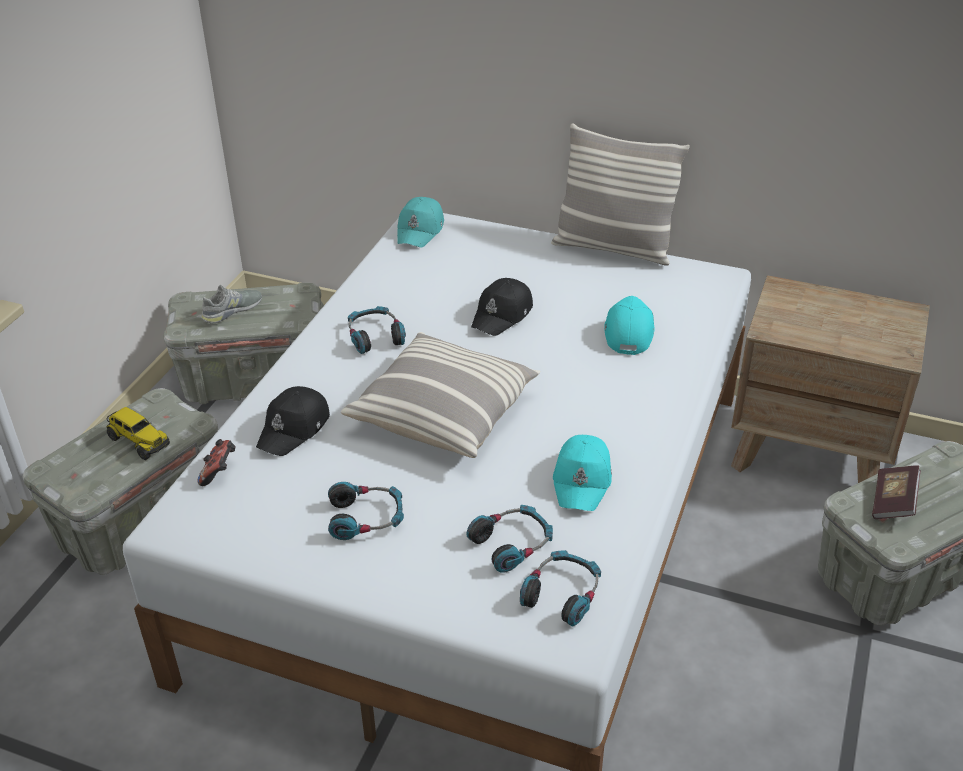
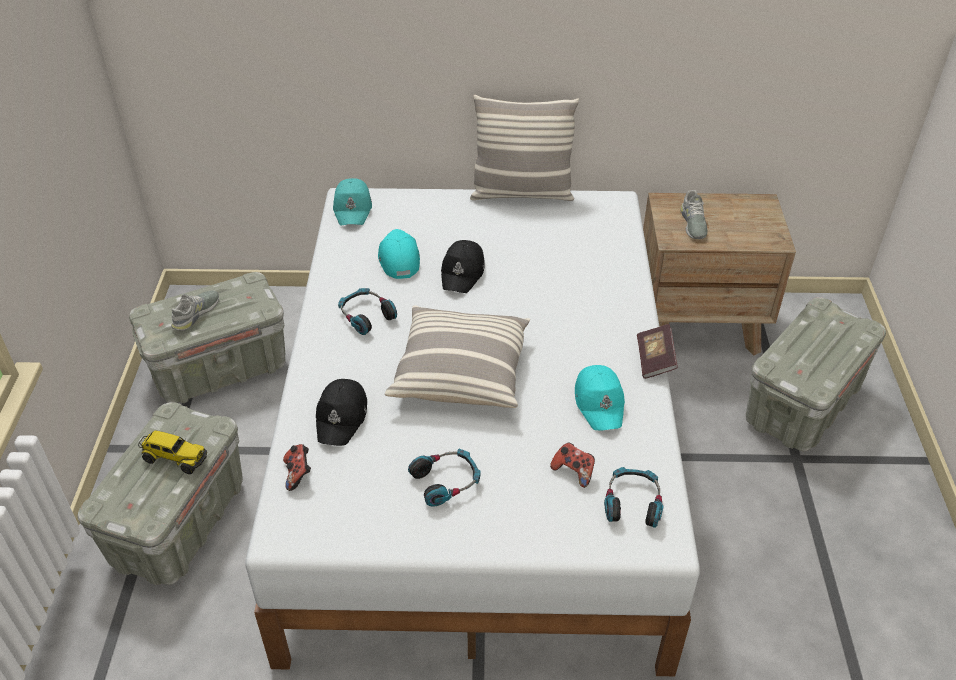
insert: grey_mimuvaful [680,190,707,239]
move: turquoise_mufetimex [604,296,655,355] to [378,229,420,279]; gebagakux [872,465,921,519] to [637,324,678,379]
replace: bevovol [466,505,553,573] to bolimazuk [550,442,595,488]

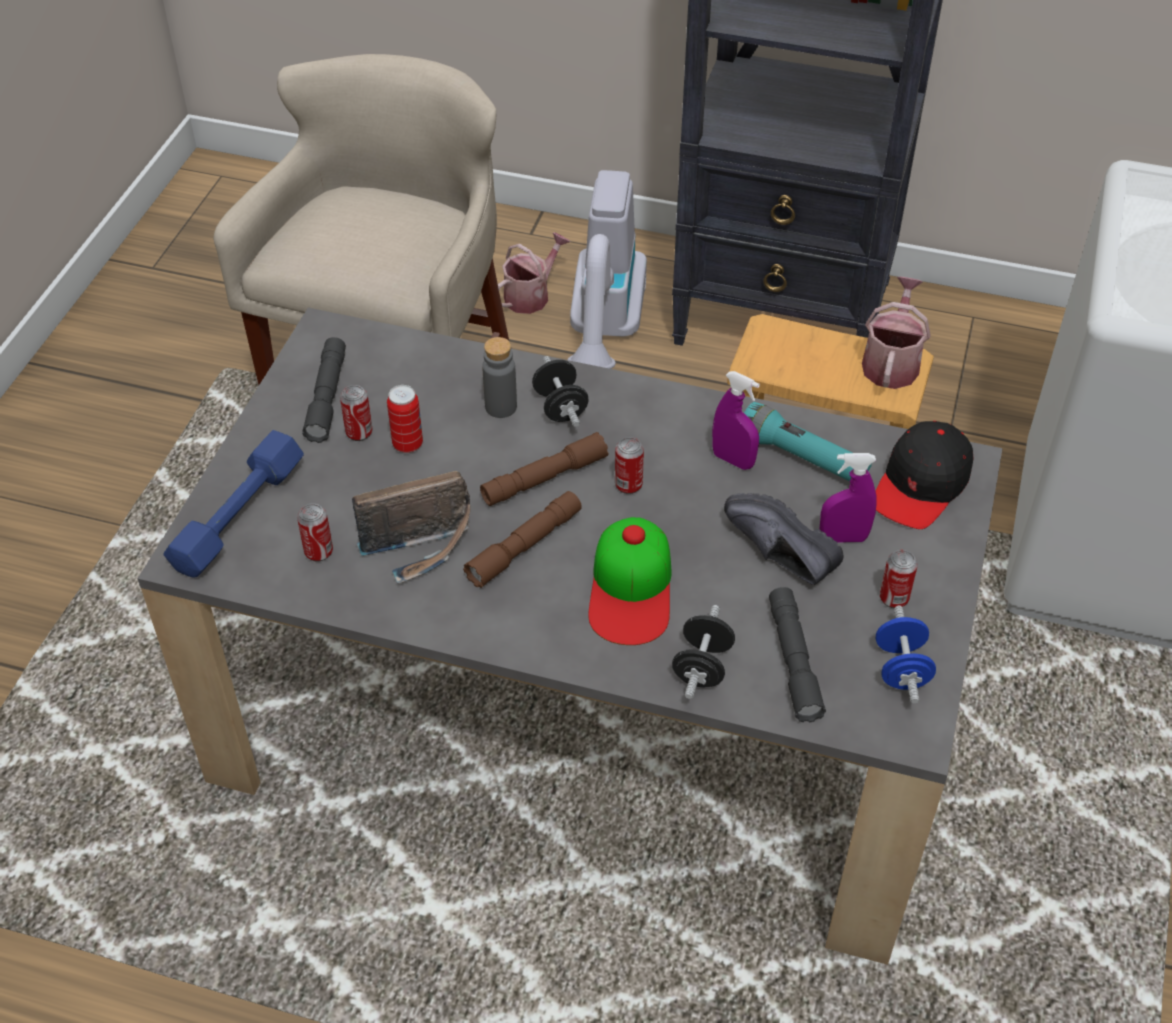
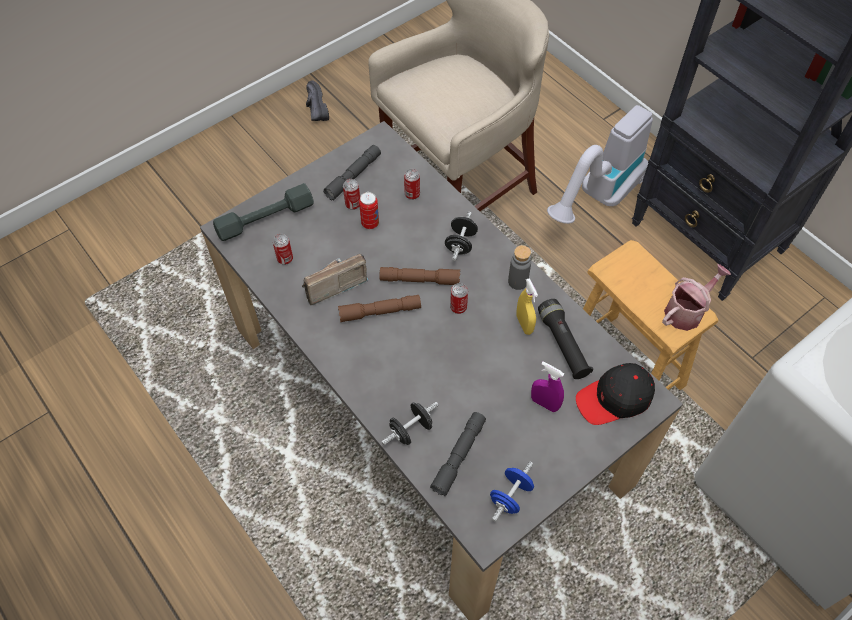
delete: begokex [498,232,570,314]; mufetimex [588,517,672,645]
move: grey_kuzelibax [482,337,517,418] to [508,245,531,290]; black_mimuvaful [724,493,843,585] to [306,80,329,121]; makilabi [880,550,918,608] to [404,169,420,200]
recolor: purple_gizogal [712,371,760,470] to yellow_gizogal [516,278,538,335]; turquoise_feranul [744,402,872,481] to black_feranul [538,299,593,379]; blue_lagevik [164,430,304,577] to grey_lagevik [213,183,314,241]
rotate: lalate [352,471,471,584] = [302,254,369,306] 135 degrees clockwise

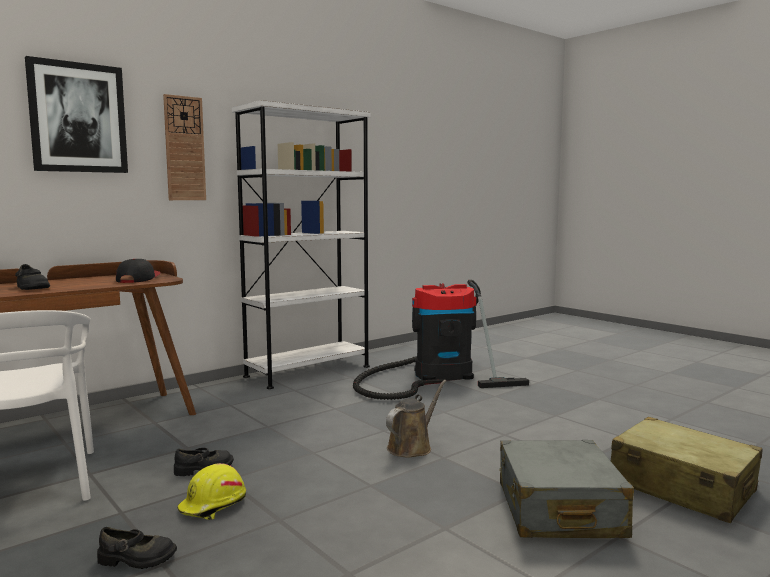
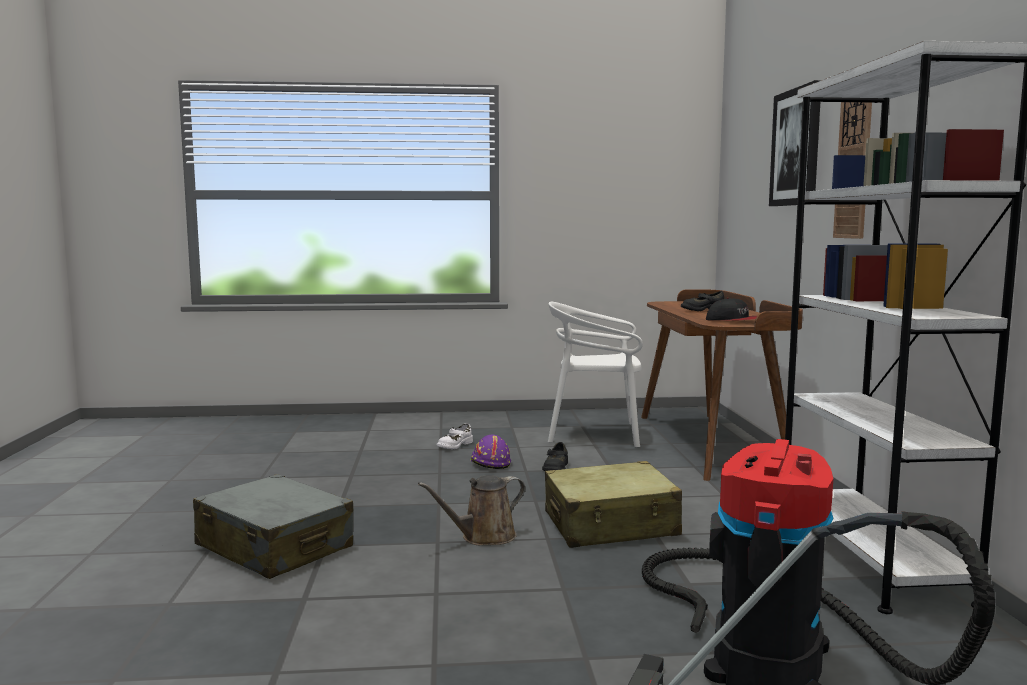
move: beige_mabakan [611,417,762,523] to [545,461,682,548]
recolor: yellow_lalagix [177,463,246,520] to purple_lalagix [470,435,511,469]; black_mimuvaful [97,527,177,569] to white_mimuvaful [437,423,473,449]
rotate: brown_begokex [386,380,447,458] = [418,475,525,545] 75 degrees clockwise

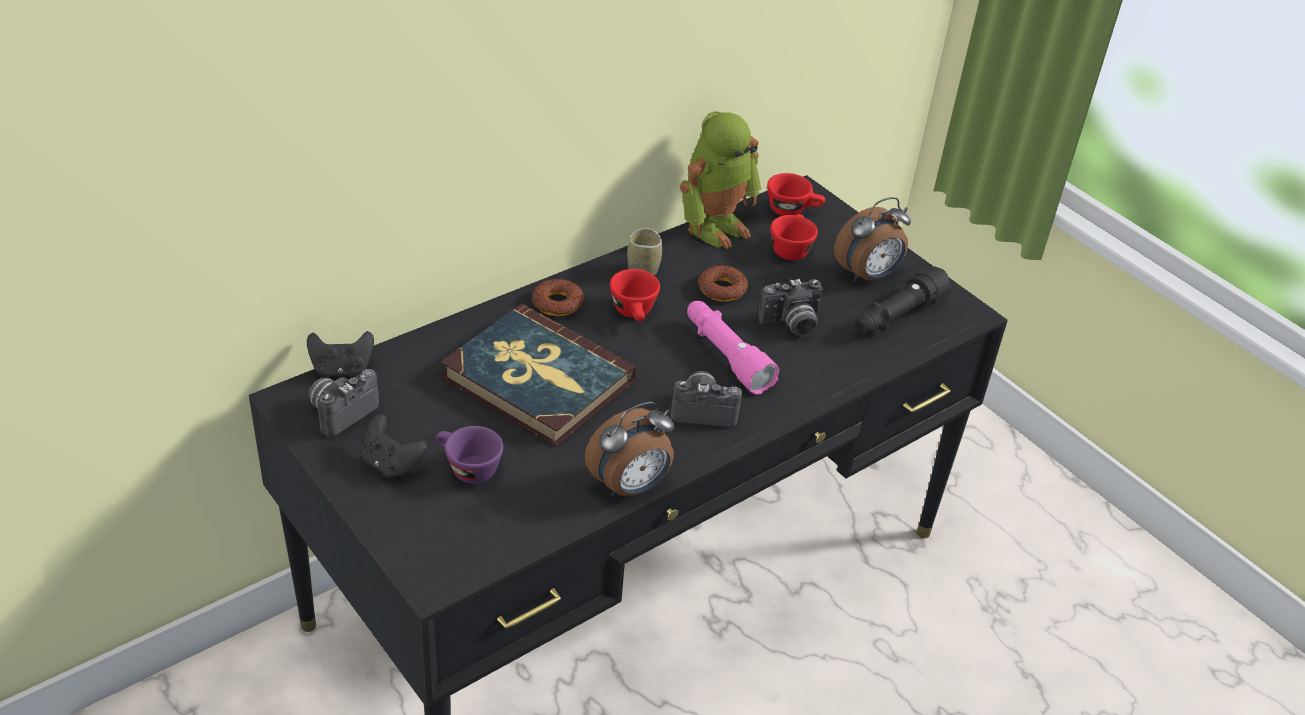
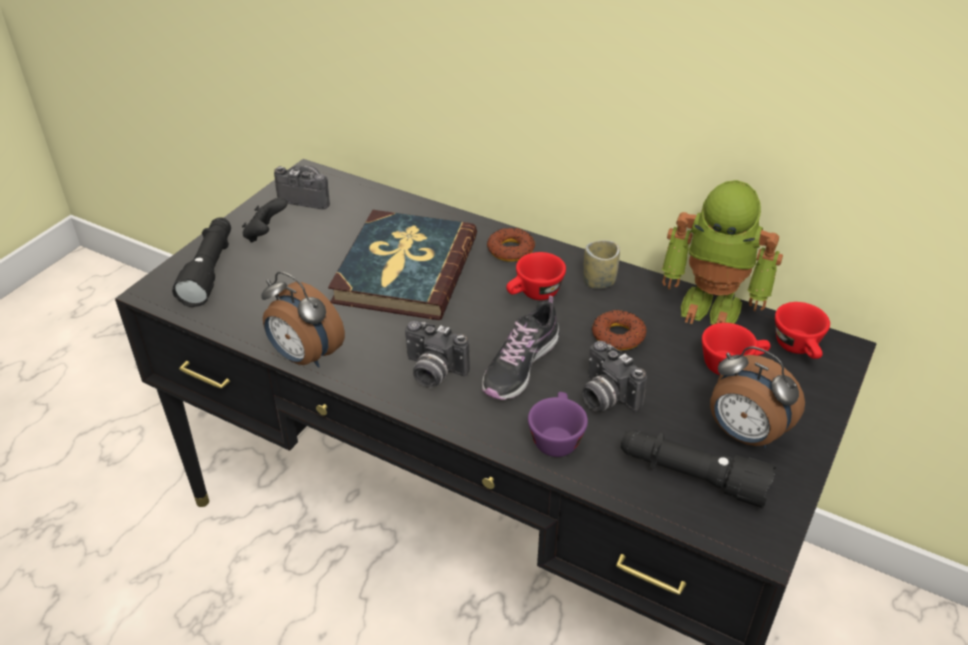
delete: black_bolimazuk [307,331,374,377]
insert: black_feranul [172,217,231,307]
move: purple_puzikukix [436,426,503,484] to [528,392,588,457]
replace: pink_feranul [687,301,780,395] to mimuvaful [482,296,560,400]
rotate: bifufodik [671,371,742,427] = [405,321,470,388] 135 degrees clockwise

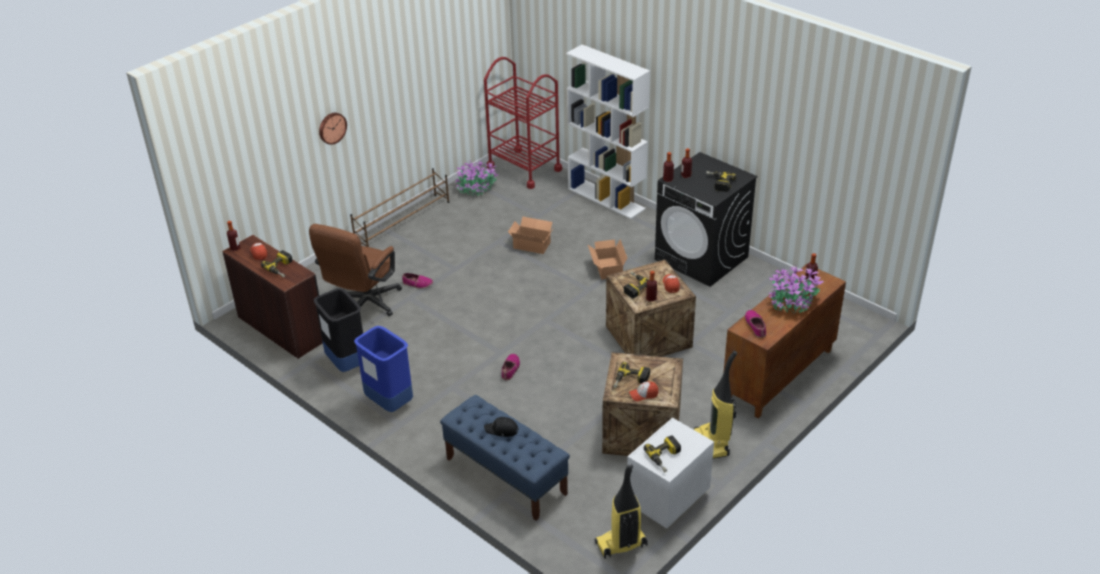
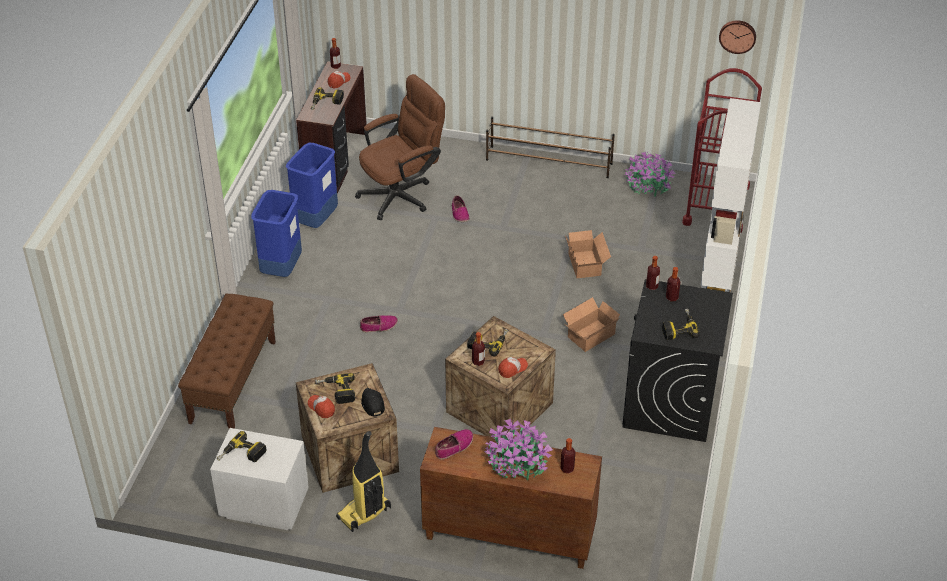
delete: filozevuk [595,464,648,559]
move: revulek [319,113,347,145] to [719,20,756,54]; black_mufetimex [484,417,519,437] to [361,388,385,417]
recolor: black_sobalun [314,288,363,372] to blue_sobalun [286,143,338,228]; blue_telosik [440,395,570,521] to brown_telosik [178,294,276,429]
rotate: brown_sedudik [309,224,402,316] = [355,74,445,220] 150 degrees clockwise

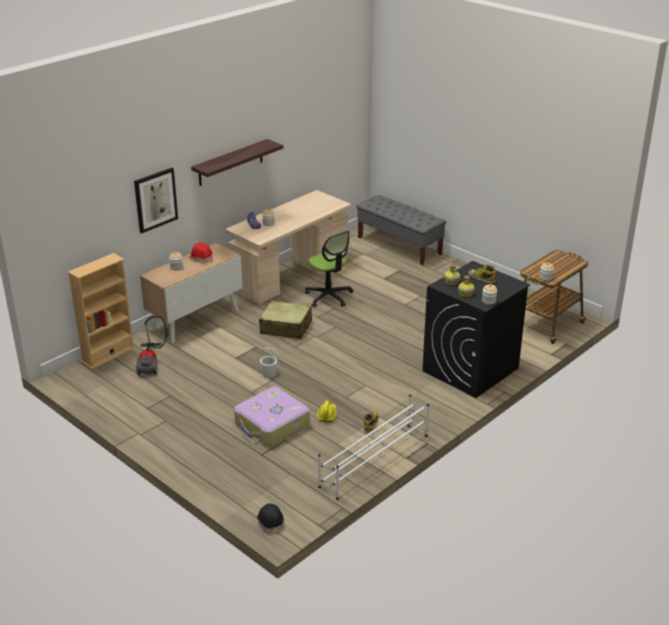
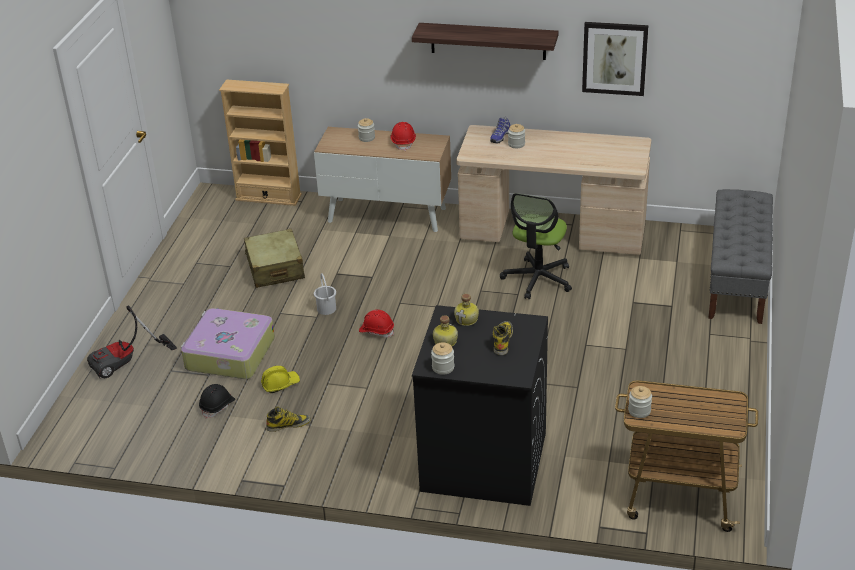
delete: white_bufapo [318,394,429,500]
insert: red_lalagix [359,310,394,338]
move: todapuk [134,167,178,233] to [582,22,649,96]; beige_mabakan [259,301,312,339] to [244,229,305,288]; filozevuk [136,316,167,376] to [87,305,177,378]; black_lalagix [257,503,284,533] to [199,384,235,419]

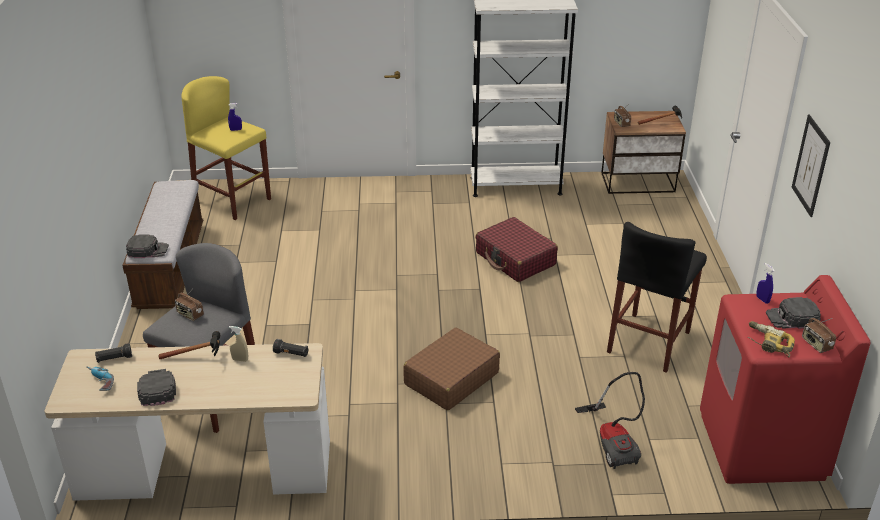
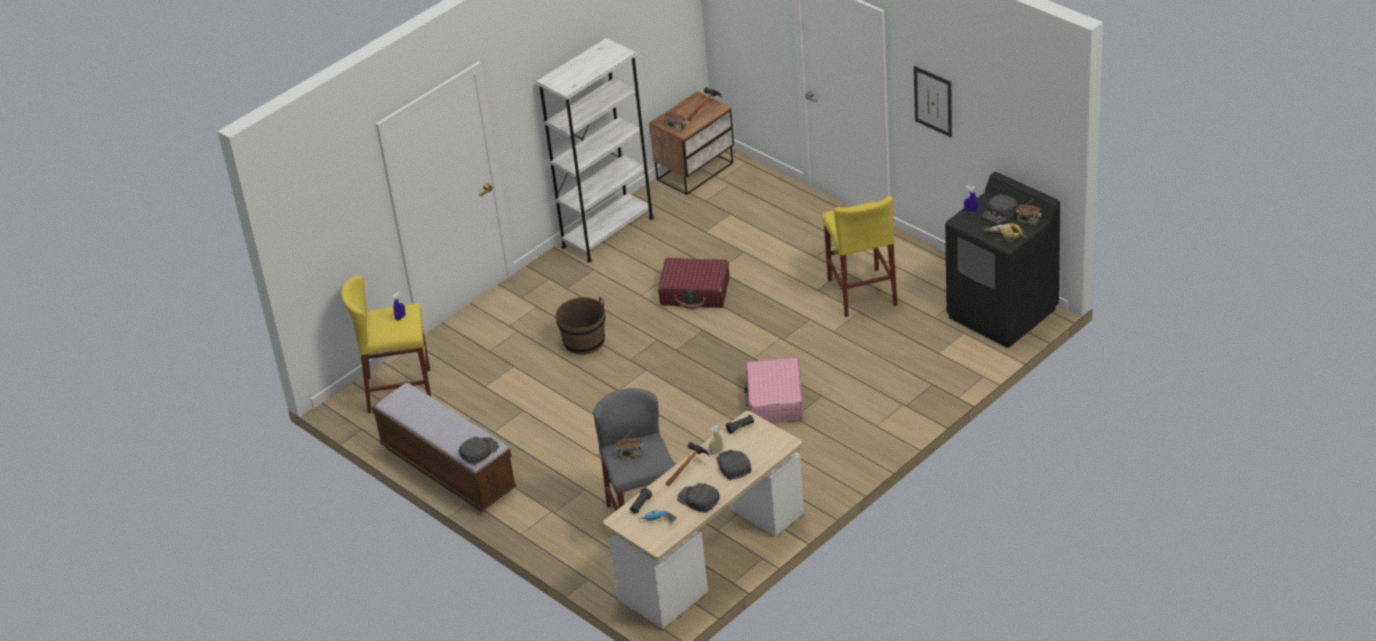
delete: filozevuk [575,372,645,469]
insert: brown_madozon [555,296,606,355]; black_mufetimex [716,449,751,480]
recolor: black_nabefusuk [607,222,707,373] to yellow_nabefusuk [823,196,897,317]; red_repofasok [700,275,870,484] to black_repofasok [945,172,1060,348]; brown_mabakan [403,328,500,411] to pink_mabakan [744,358,803,423]

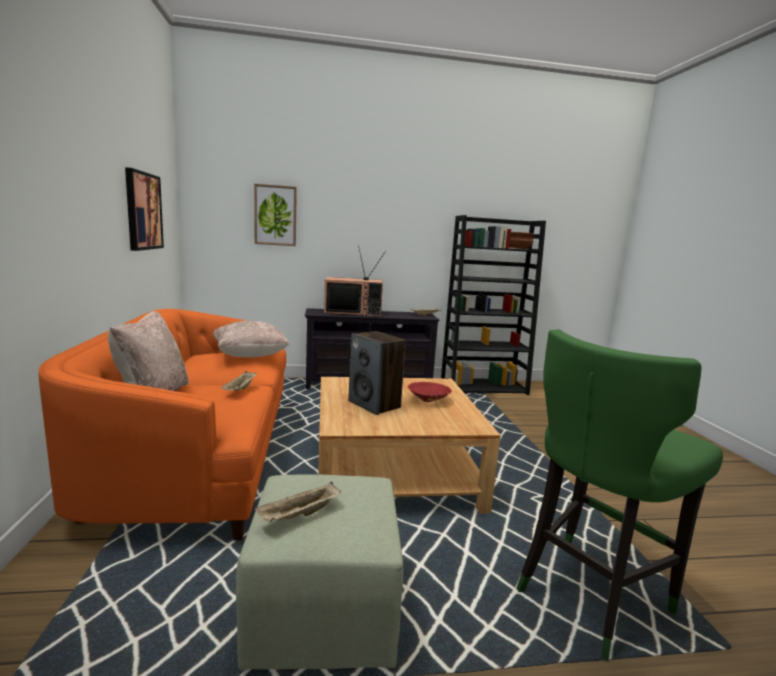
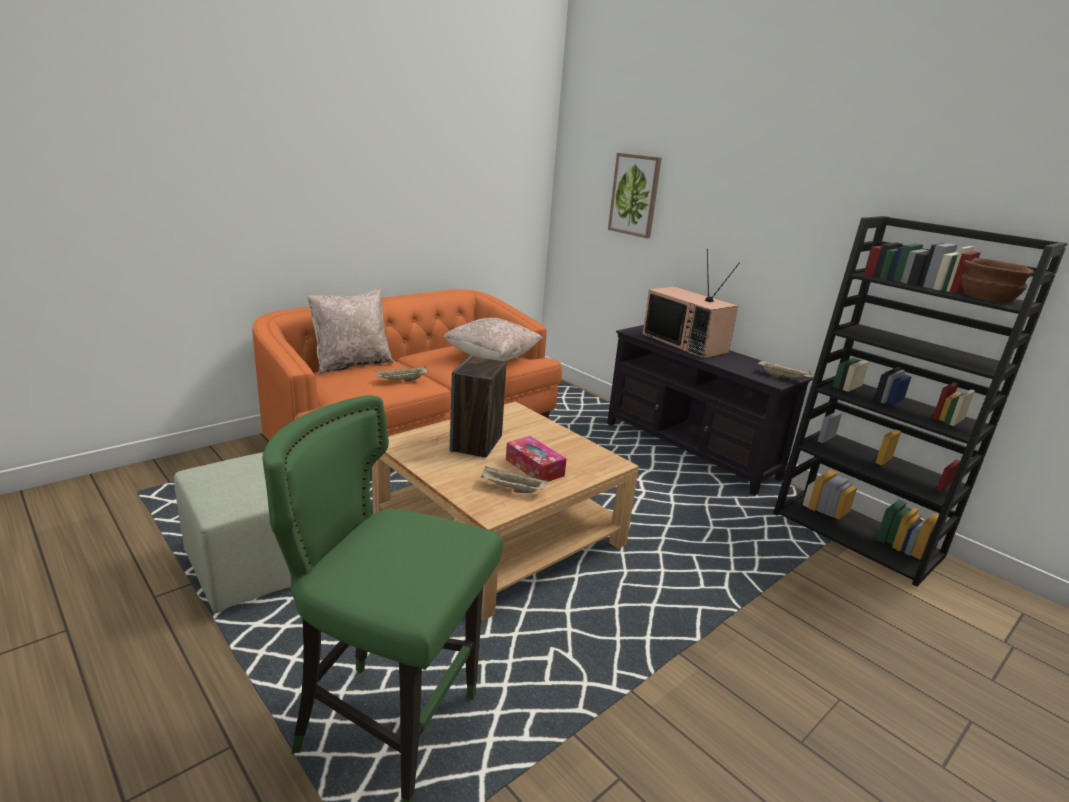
delete: todapuk [125,167,164,251]
move: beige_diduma [255,482,341,522] to [481,466,548,493]
replace: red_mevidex [407,382,452,402] to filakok [506,436,567,482]

